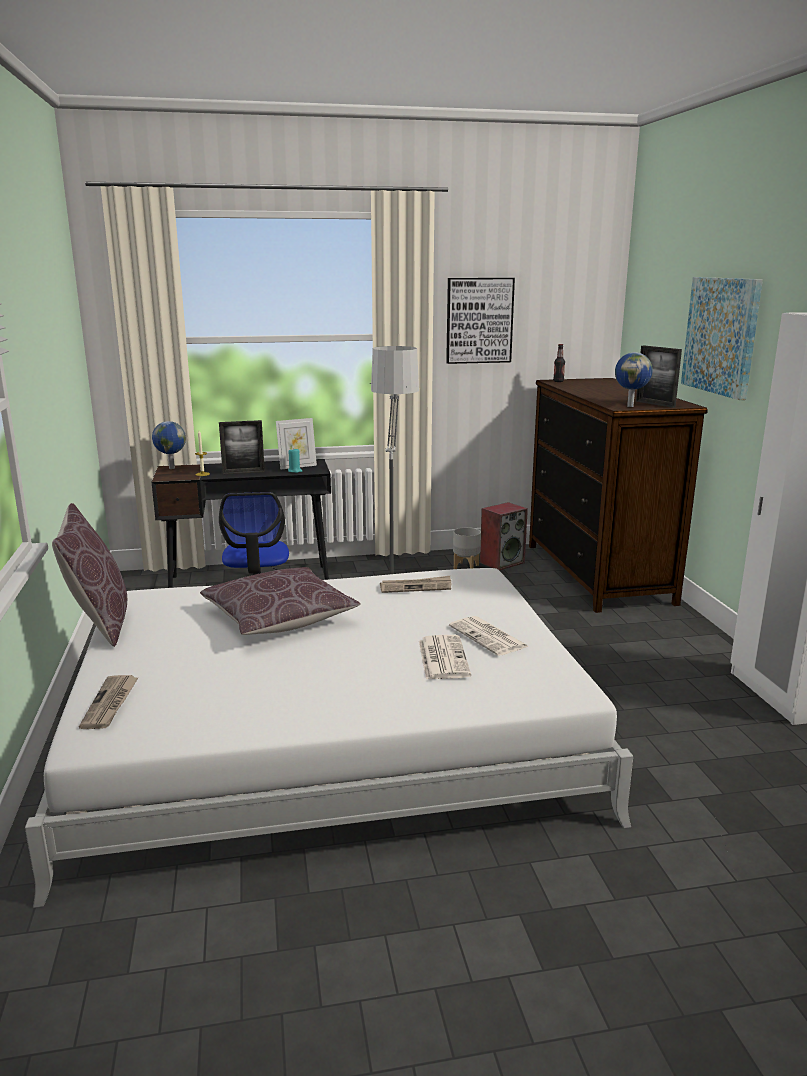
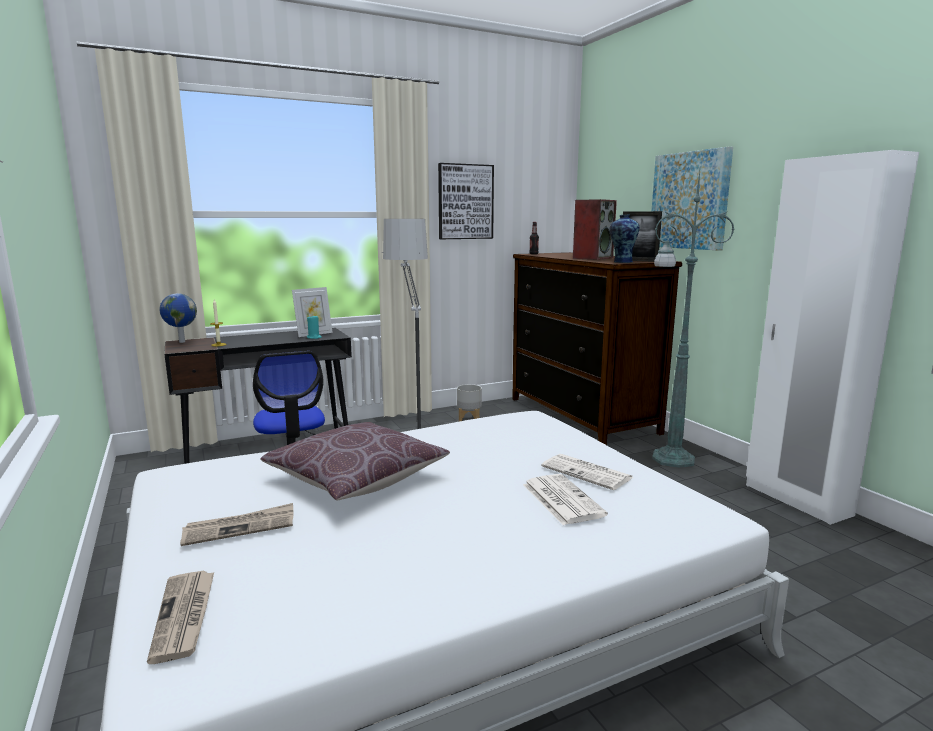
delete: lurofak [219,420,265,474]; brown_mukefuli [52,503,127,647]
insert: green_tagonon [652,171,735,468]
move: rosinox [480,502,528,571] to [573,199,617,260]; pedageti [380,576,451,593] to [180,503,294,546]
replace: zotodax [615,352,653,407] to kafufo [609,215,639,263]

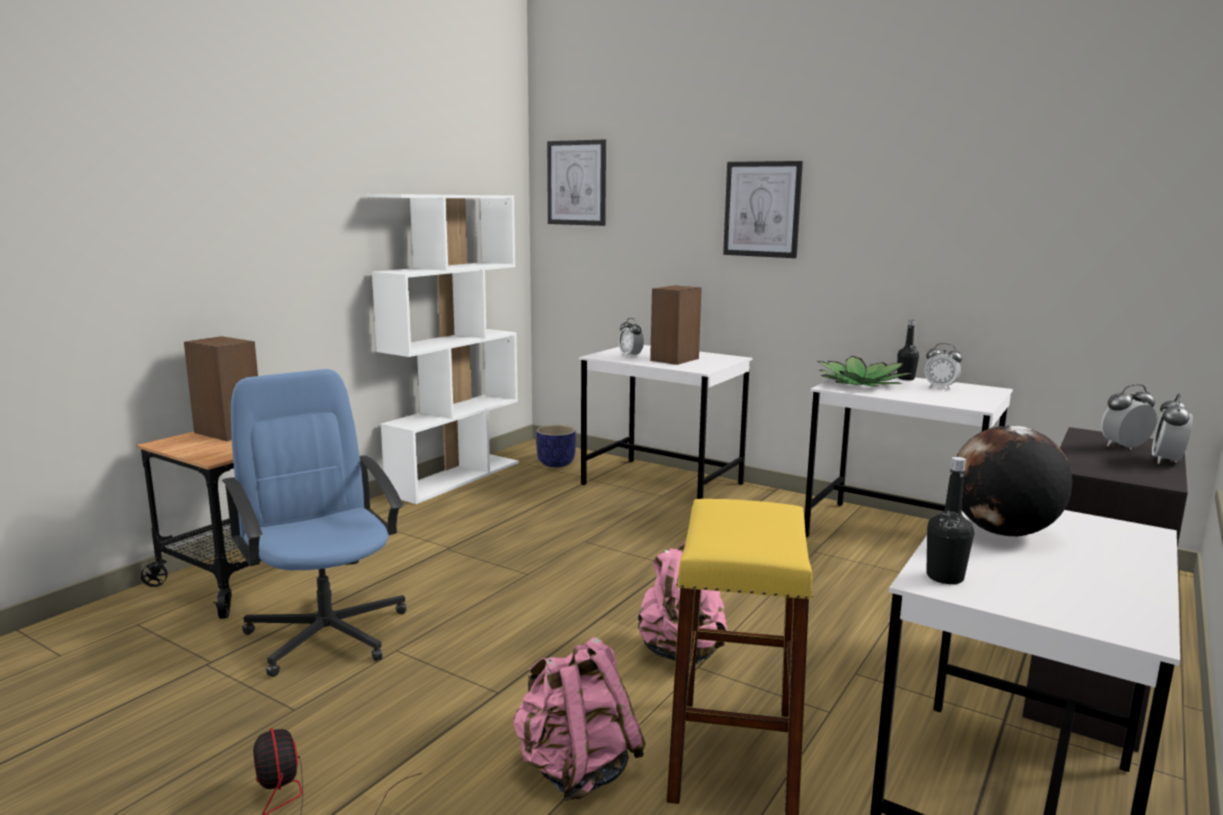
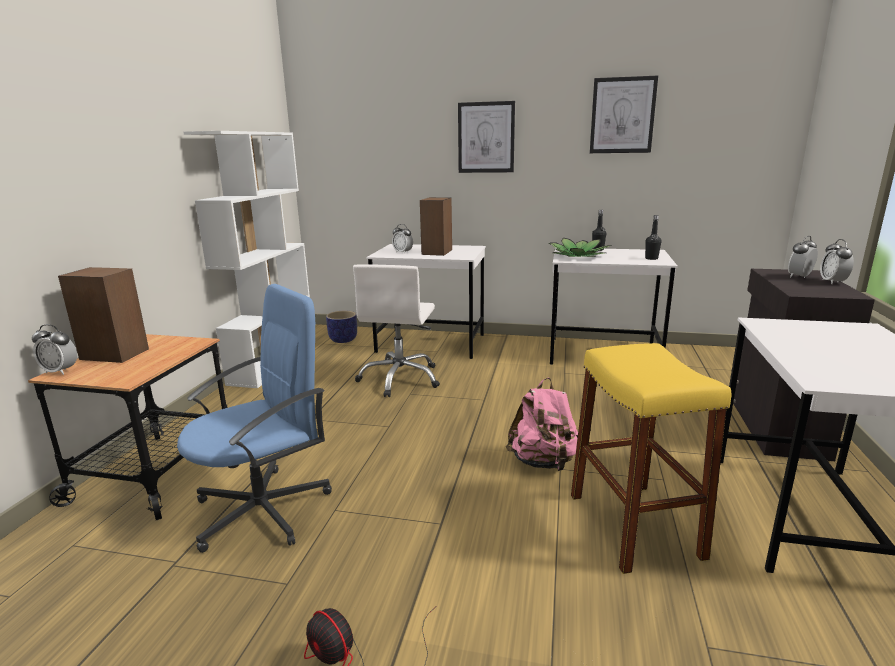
delete: zotodax [957,426,1072,537]; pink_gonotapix [513,637,646,801]
insert: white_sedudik [353,264,440,397]
move: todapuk [547,140,606,226] to [590,76,658,153]; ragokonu [925,343,962,390] to [32,324,77,375]; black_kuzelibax [926,457,974,584] to [645,215,661,260]
rotate: blue_sedudik [222,369,406,677] = [177,284,332,553] 105 degrees clockwise

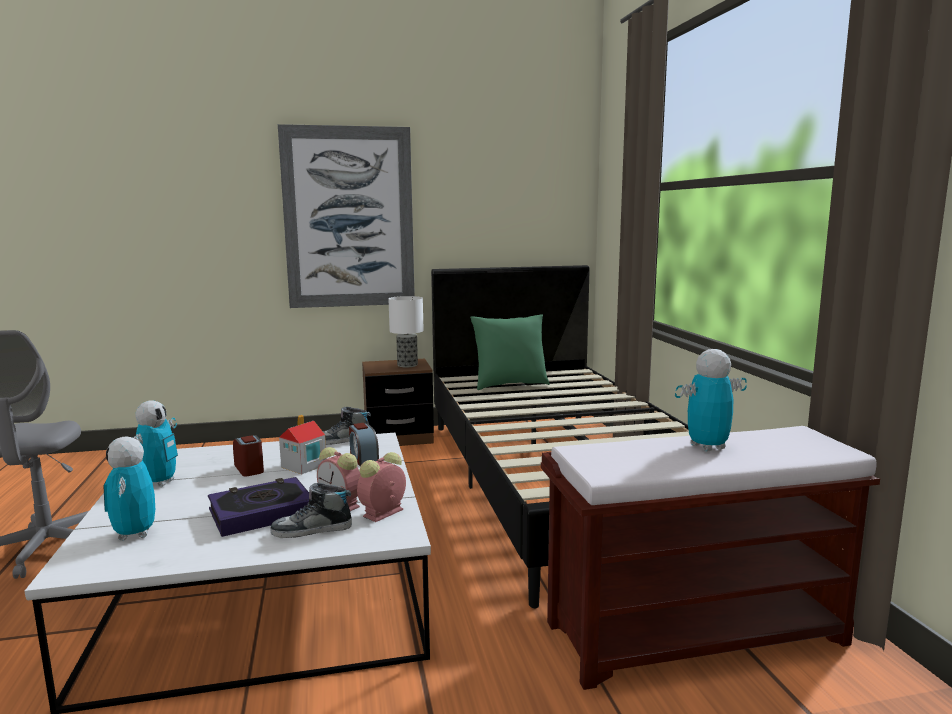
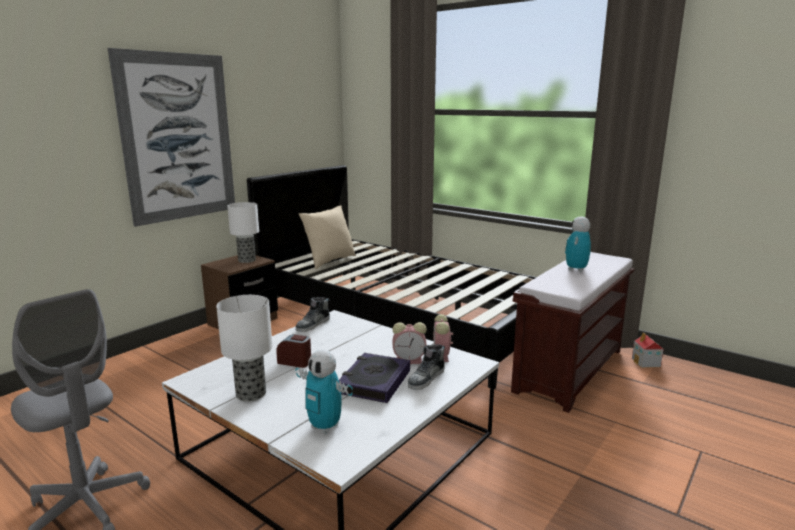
delete: ragokonu [349,423,379,466]
move: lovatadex [279,415,327,474] to [632,332,664,368]
replace: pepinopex [133,400,178,487] to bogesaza [216,295,272,402]
recolor: green_mukefuli [470,314,550,390] to beige_mukefuli [299,206,356,269]

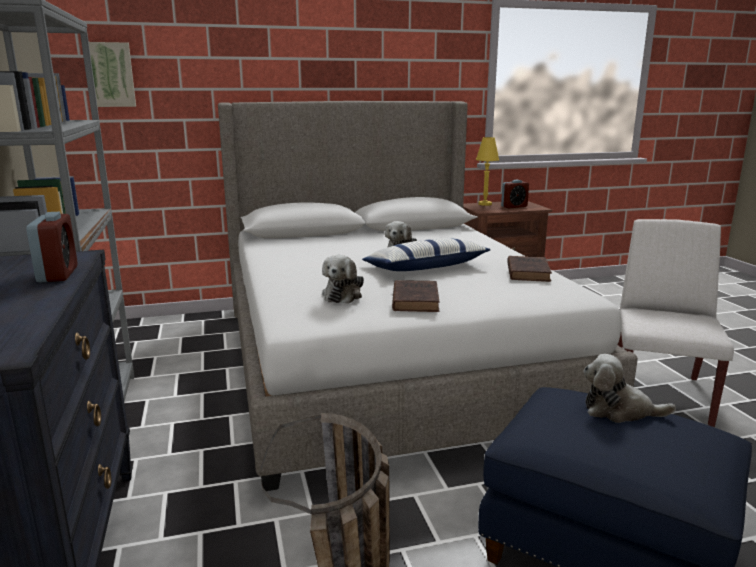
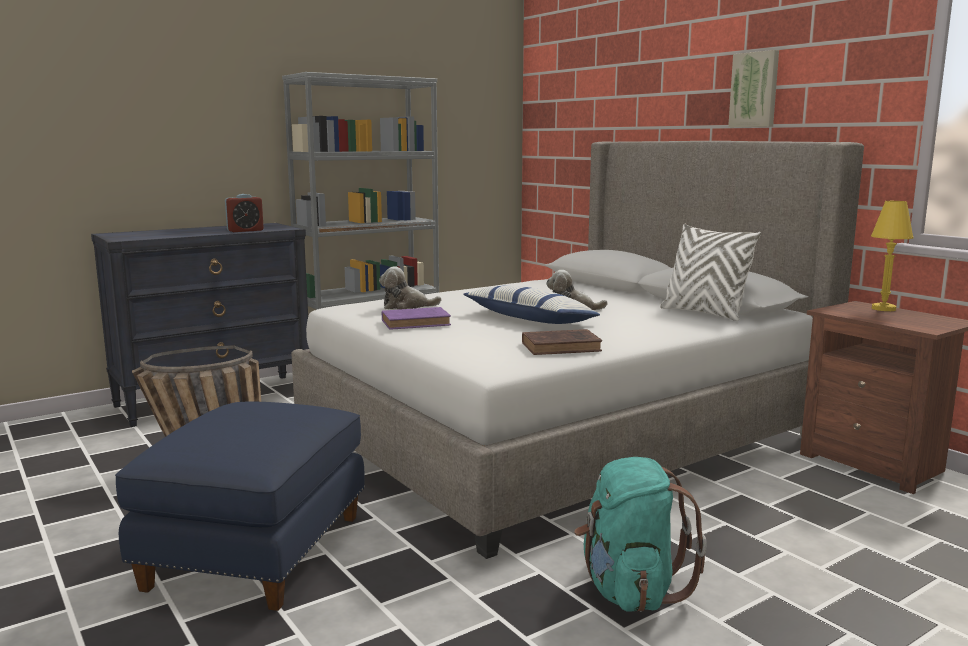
delete: ragokonu [501,180,529,209]; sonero [583,354,676,423]
insert: white_mukefuli [660,224,761,321]
move: todapuk [89,42,136,107] to [728,50,779,127]
replace: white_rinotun [618,219,734,427] to turquoise_gonotapix [574,457,707,612]
recolor: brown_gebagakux [392,280,439,312] to purple_gebagakux [382,307,451,330]

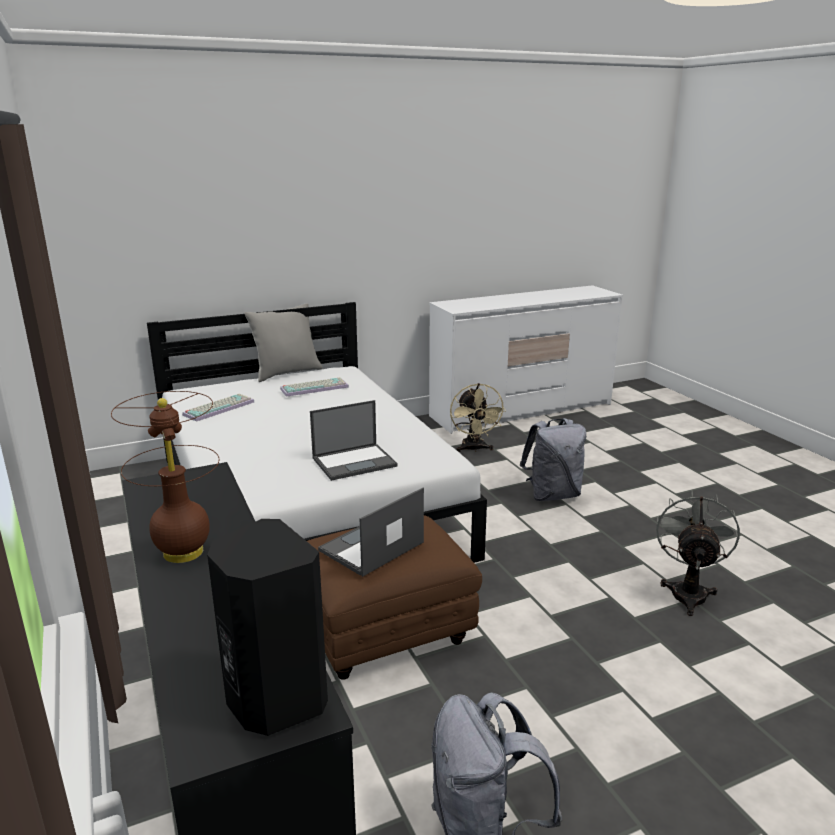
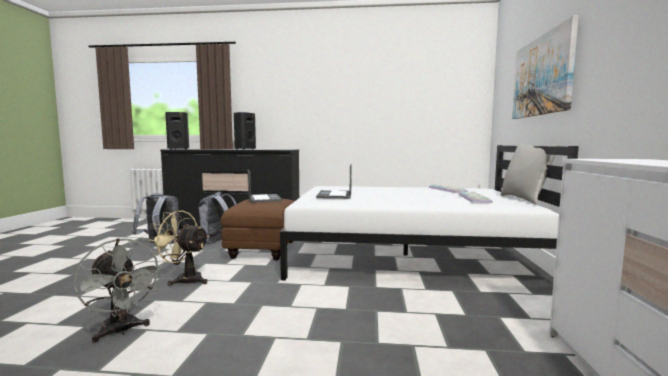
insert: todapuk [512,15,579,119]
move: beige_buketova [450,383,506,452] to [149,211,209,286]; grey_gonotapix [520,418,586,501] to [199,192,236,244]
replace: brown_bogesaza [111,391,219,563] to black_rosinox [234,112,256,150]

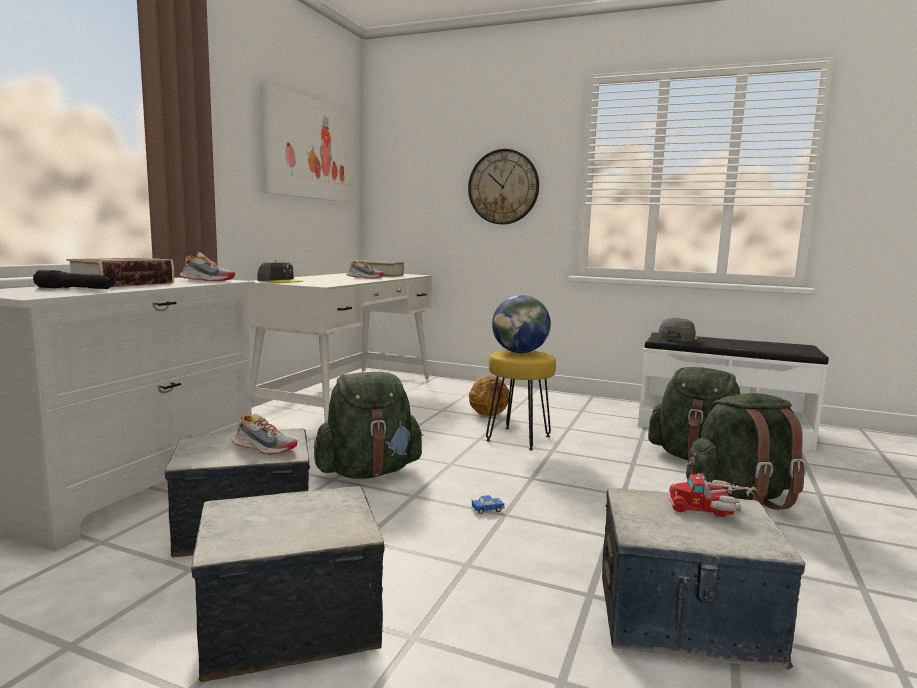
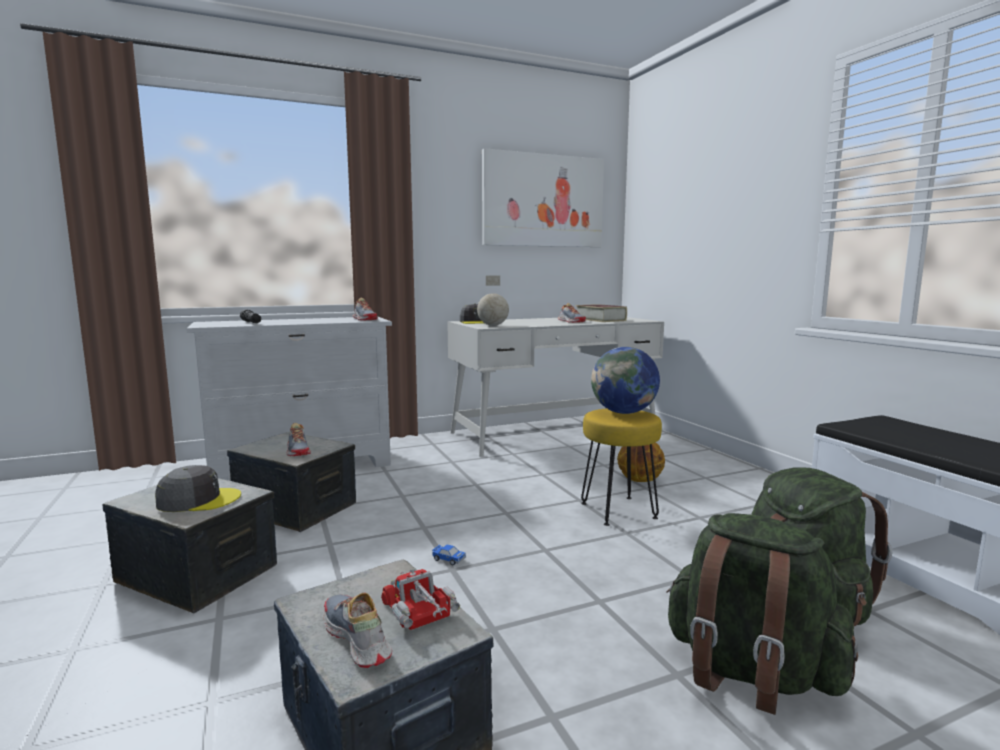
delete: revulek [468,149,539,225]; gebagakux [66,258,174,287]; green_gonotapix [314,372,423,479]
insert: zotodax [477,275,509,326]; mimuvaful [323,593,392,668]
move: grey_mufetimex [658,318,697,341] to [155,465,241,512]

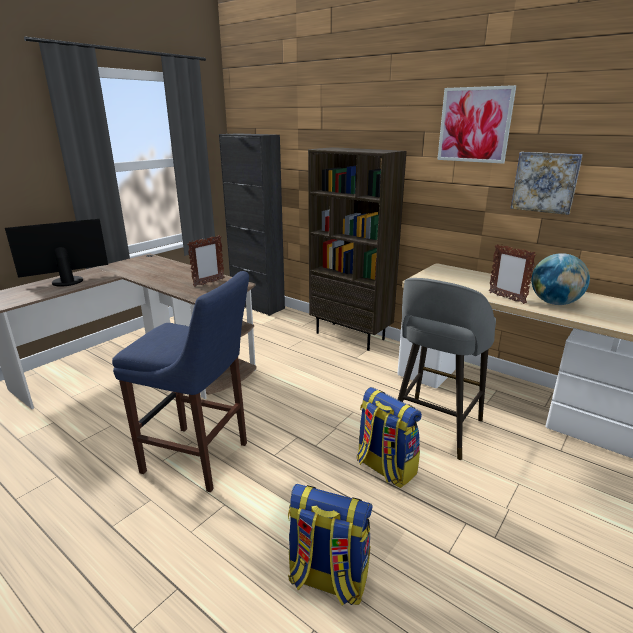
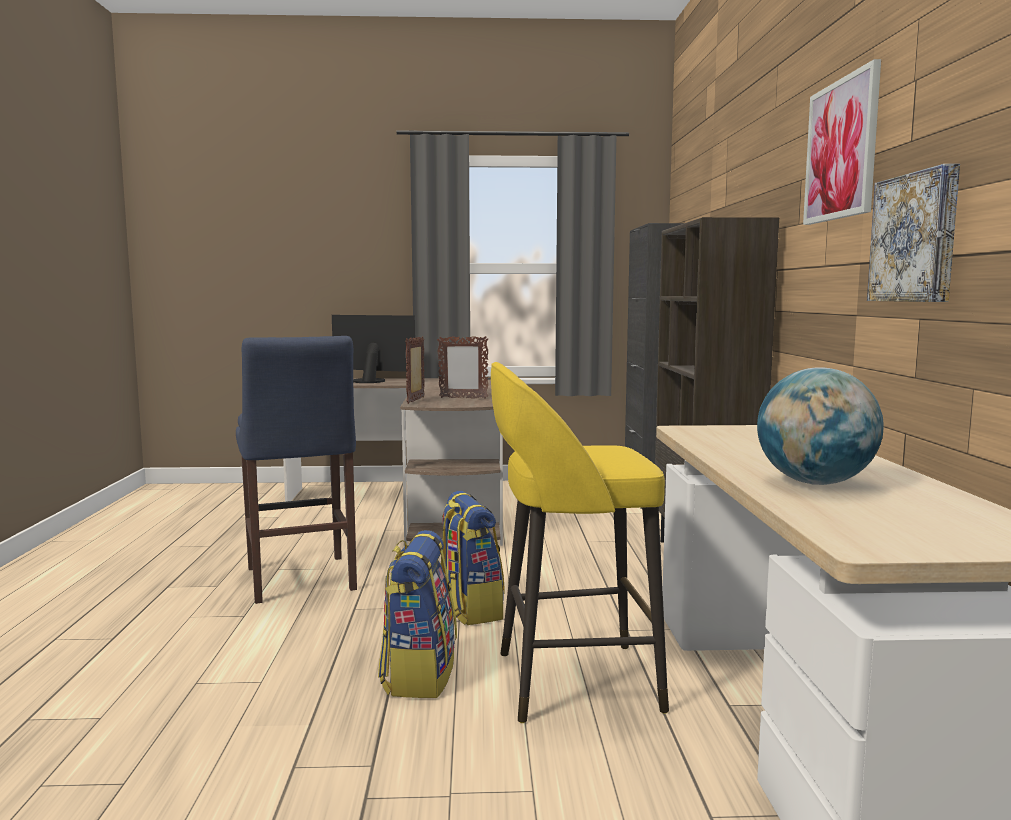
move: lurofak [489,244,536,304] to [405,336,425,404]; gonotapix [288,484,373,606] to [441,491,505,625]
recolor: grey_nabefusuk [398,278,496,460] to yellow_nabefusuk [491,362,669,723]

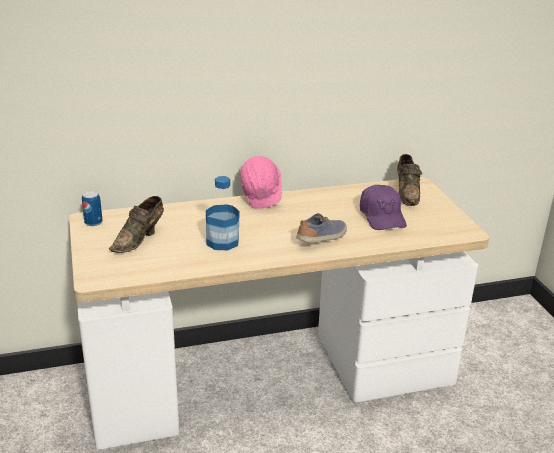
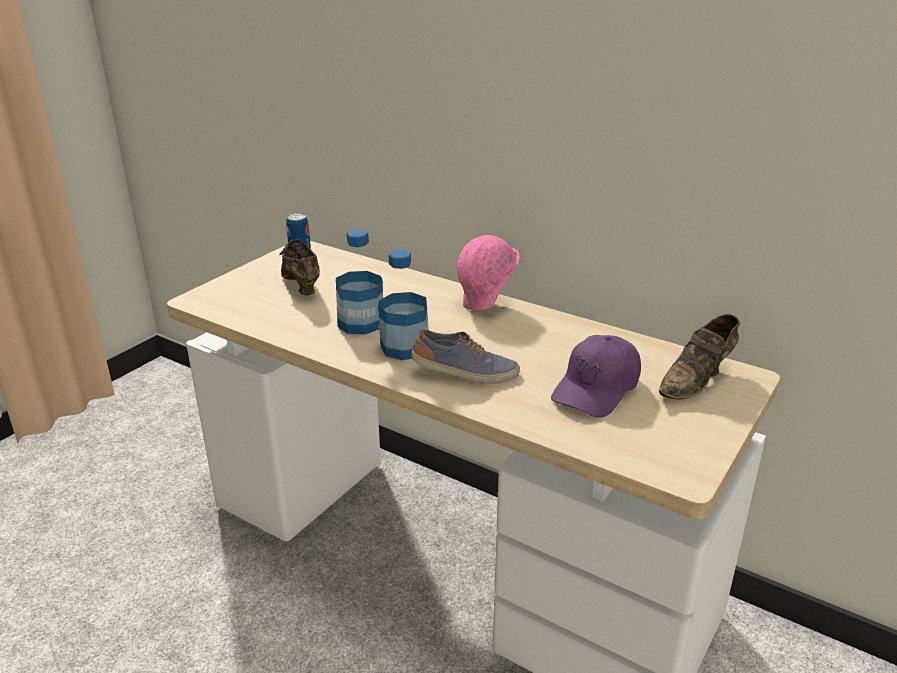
insert: kuzelibax [378,250,429,360]
rotate: brown_mimuvaful [109,196,164,253] = [279,239,320,295] 75 degrees clockwise

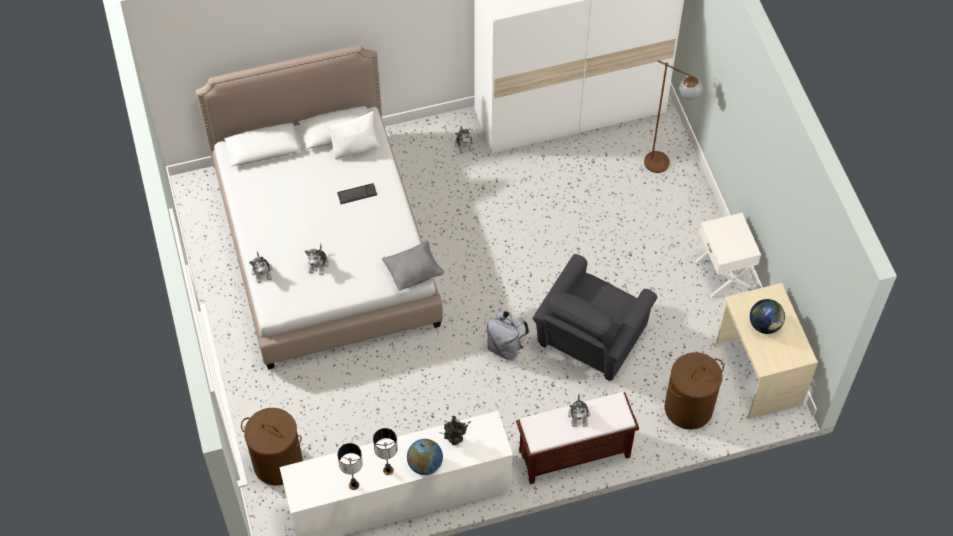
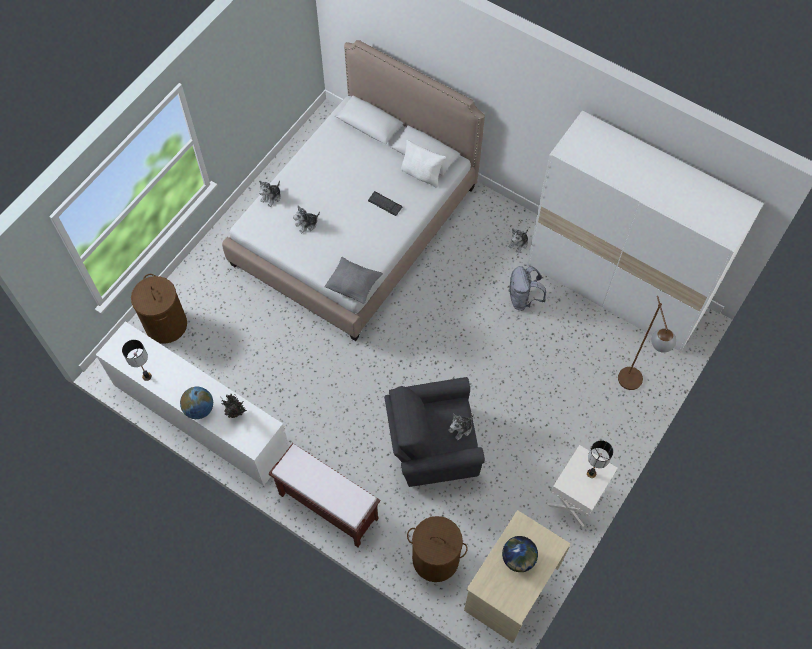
move: grey_gonotapix [487,310,529,361] to [508,266,546,311]; sonero [568,394,590,427] to [448,413,474,440]; bogesaza [373,428,398,475] to [587,440,613,478]

